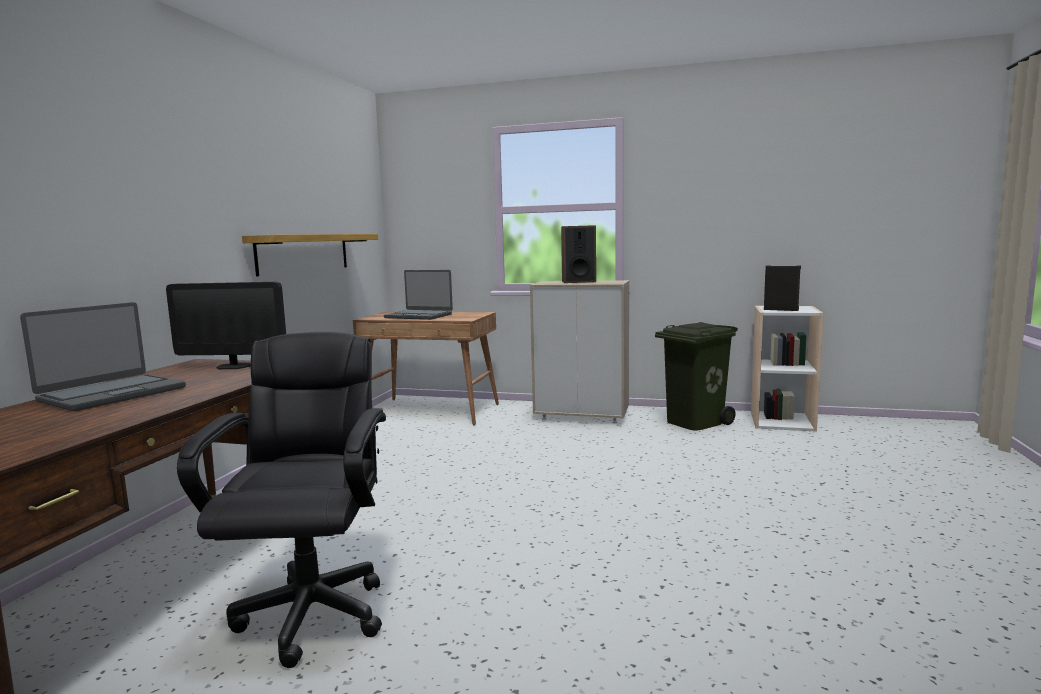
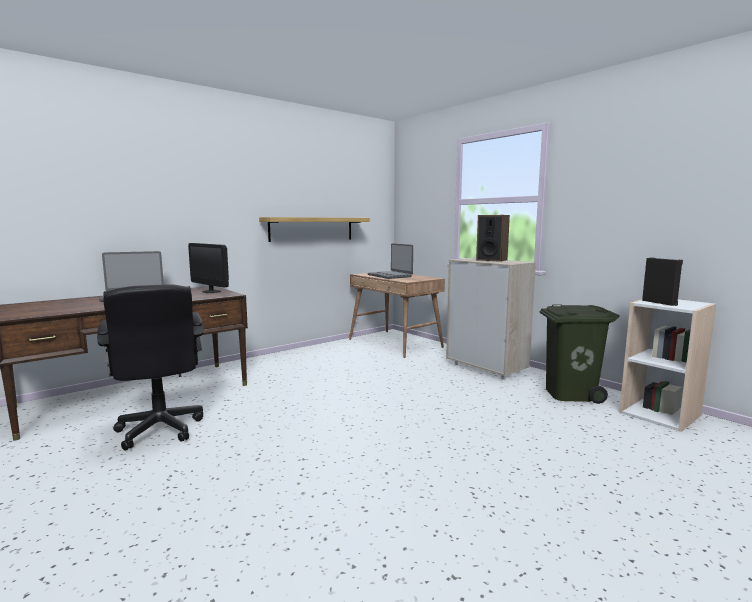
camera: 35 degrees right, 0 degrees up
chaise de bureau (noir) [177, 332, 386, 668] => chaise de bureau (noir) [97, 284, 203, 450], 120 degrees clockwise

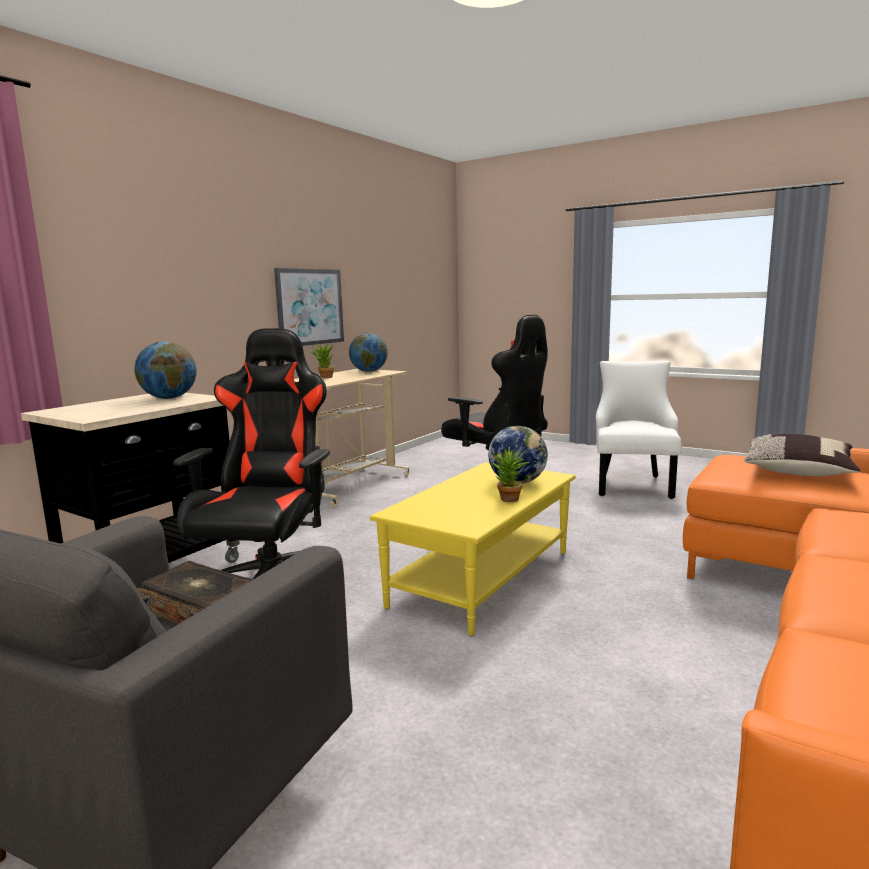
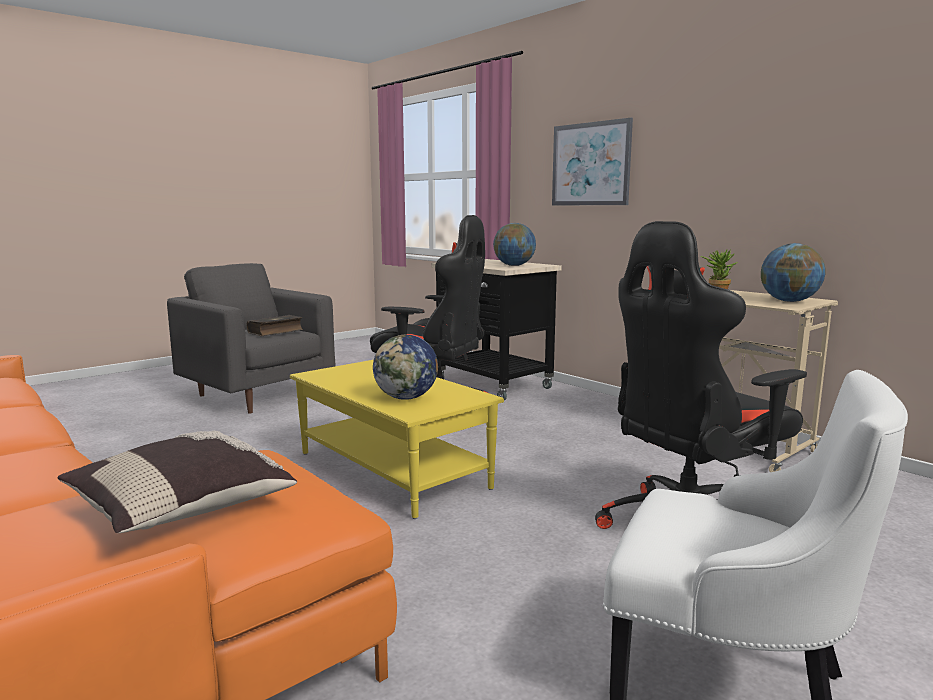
camera: 105 degrees right, 0 degrees up
tableau [274, 268, 344, 346] => tableau [552, 118, 633, 205], relocated
plante en pot [493, 447, 529, 502] => nothing

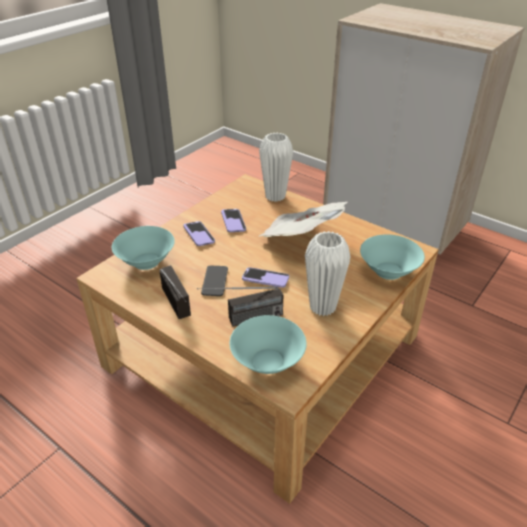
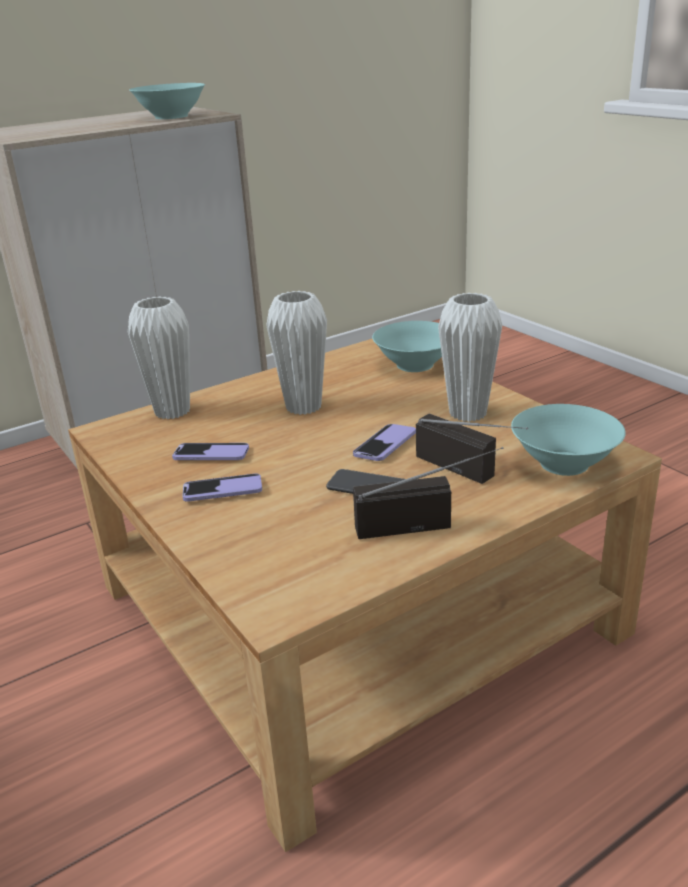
camera: 70 degrees left, 10 degrees down
journal [259, 202, 348, 237] => vase (blanc) [266, 291, 327, 415]
bol (turquoise) [112, 226, 175, 270] => bol (turquoise) [129, 83, 205, 119], relocated
radio [197, 287, 283, 327] => radio [416, 413, 528, 484], 45 degrees counterclockwise

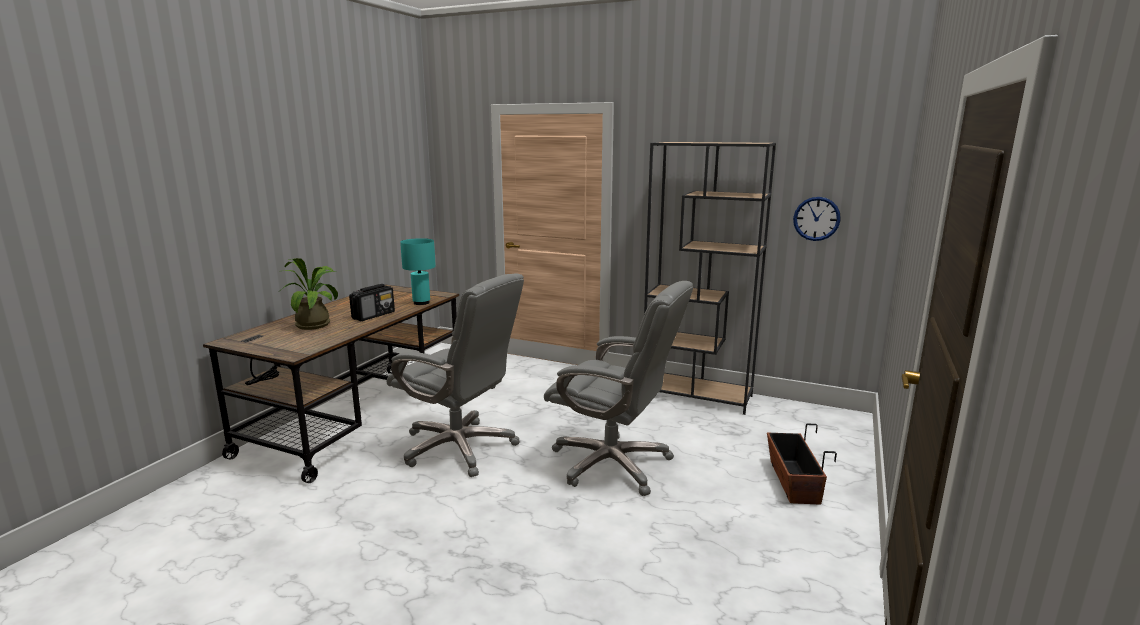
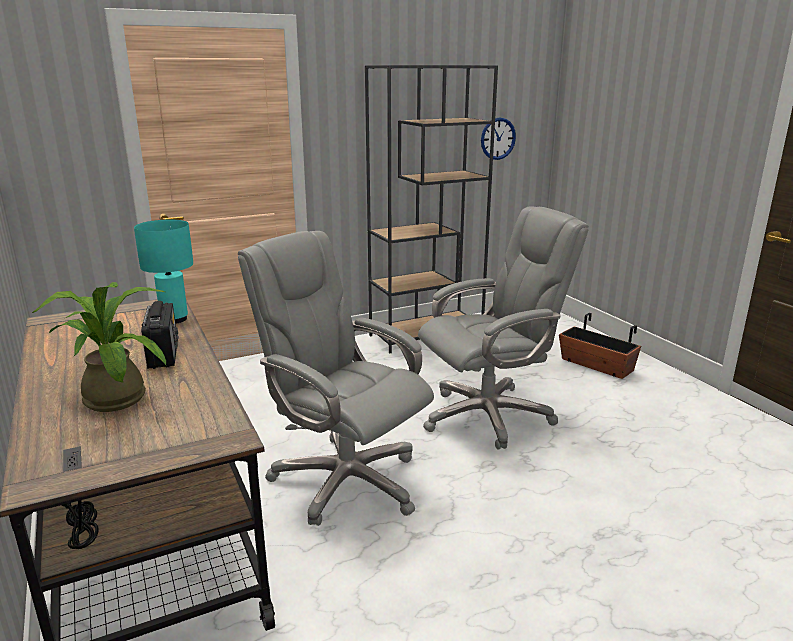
camera: 50 degrees left, 5 degrees up
chaise de bureau (gris) [387, 274, 524, 477] => chaise de bureau (gris) [238, 231, 434, 526], 120 degrees counterclockwise

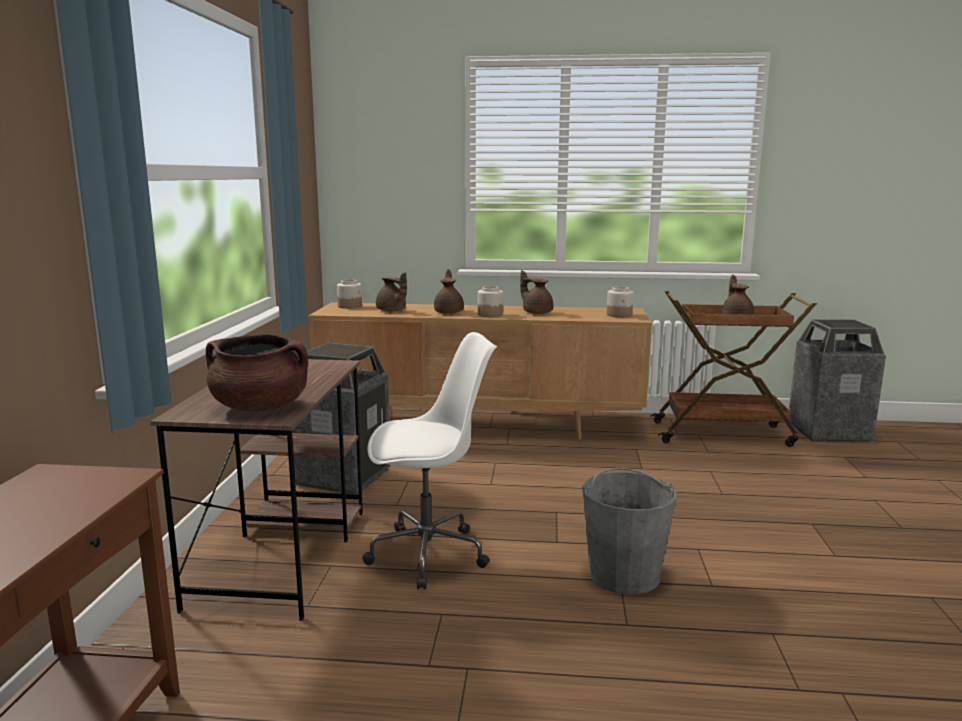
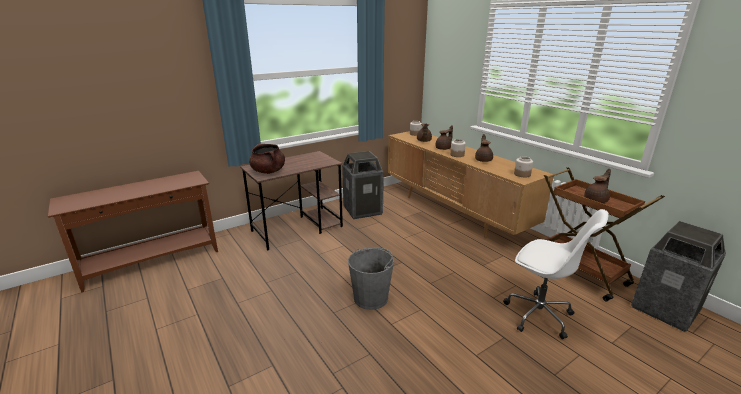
camera: 50 degrees right, 10 degrees up
chaise de bureau (blanc) [362, 332, 497, 589] => chaise de bureau (blanc) [504, 209, 609, 339], relocated

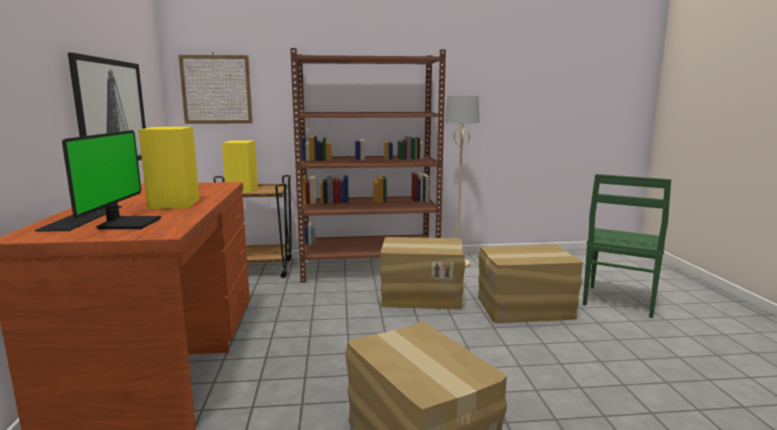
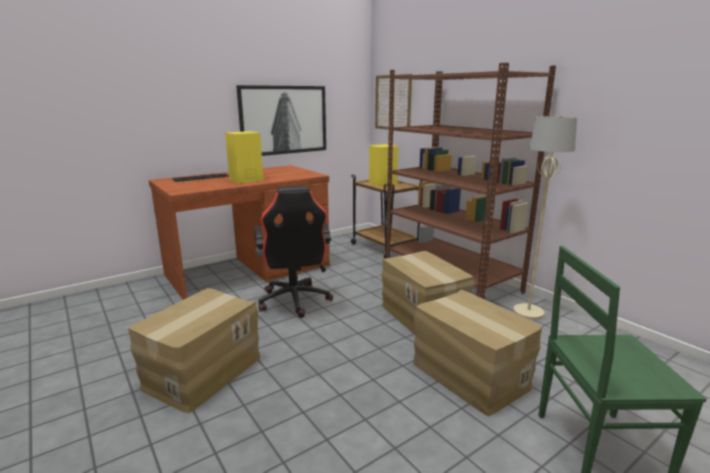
camera: 60 degrees right, 5 degrees up
écran d'ordinateur [62, 130, 161, 229] => nothing
nothing => chaise de bureau (noir) [254, 186, 333, 318]

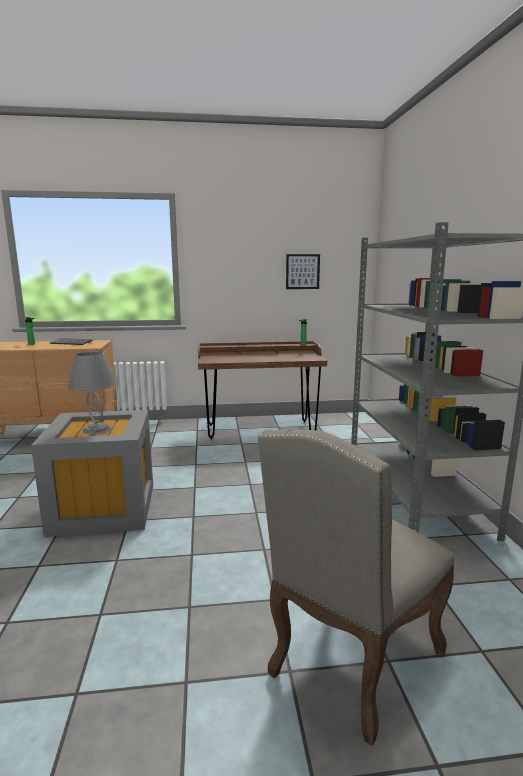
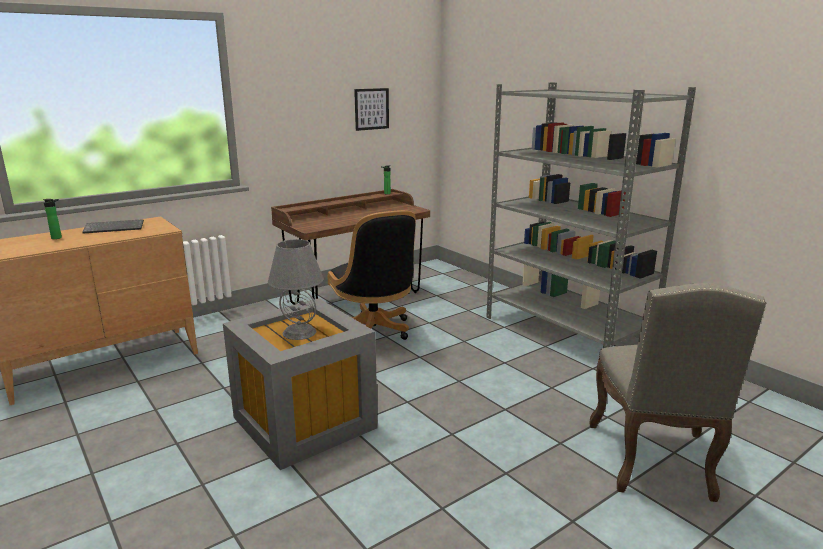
camera: 30 degrees left, 5 degrees up
nothing => chaise de bureau (noir) [328, 210, 416, 340]

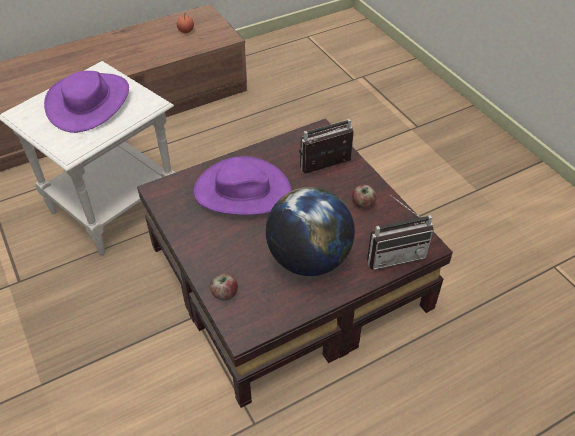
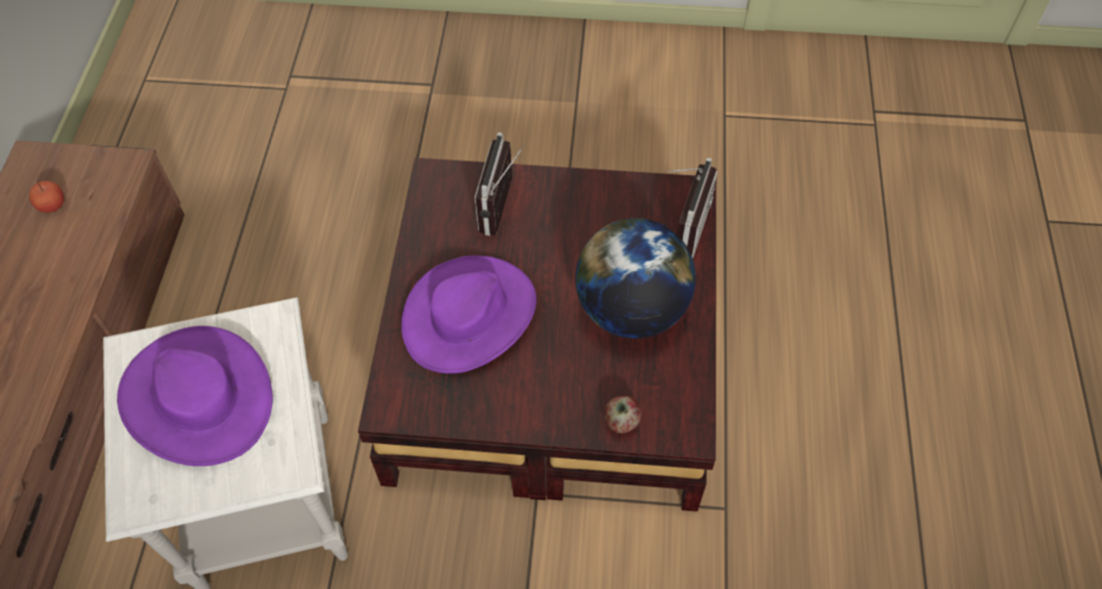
camera: 55 degrees left, 10 degrees up
pomme [352, 185, 377, 208] => nothing

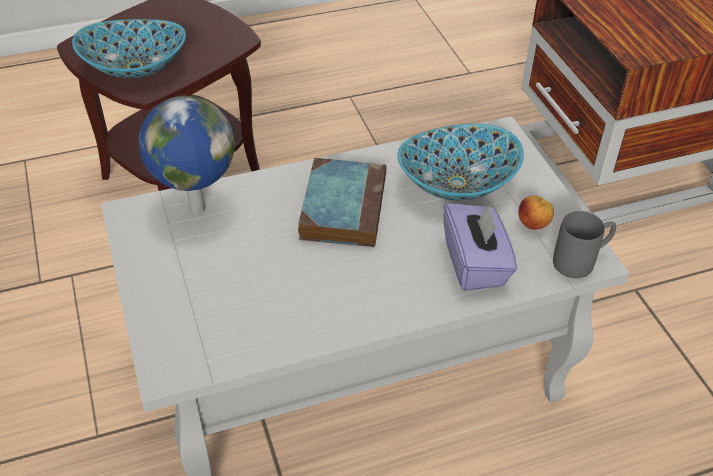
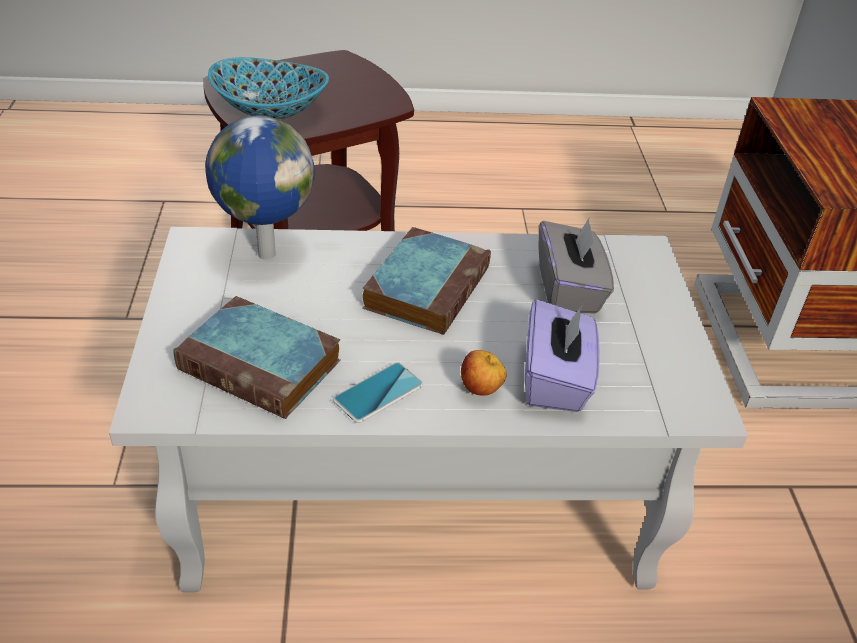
camera: 15 degrees right, 5 degrees down
bol [397, 124, 524, 200] => boîte à mouchoirs (gris) [538, 218, 614, 313]
pomme [518, 196, 554, 230] => pomme [461, 350, 507, 396], relocated
mug (gris) [553, 211, 616, 278] => nothing
nothing => livre [173, 296, 341, 419]
nothing => téléphone [333, 362, 423, 423]

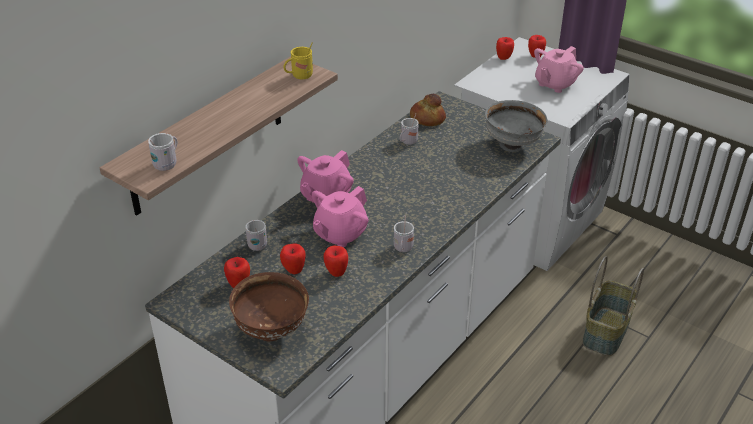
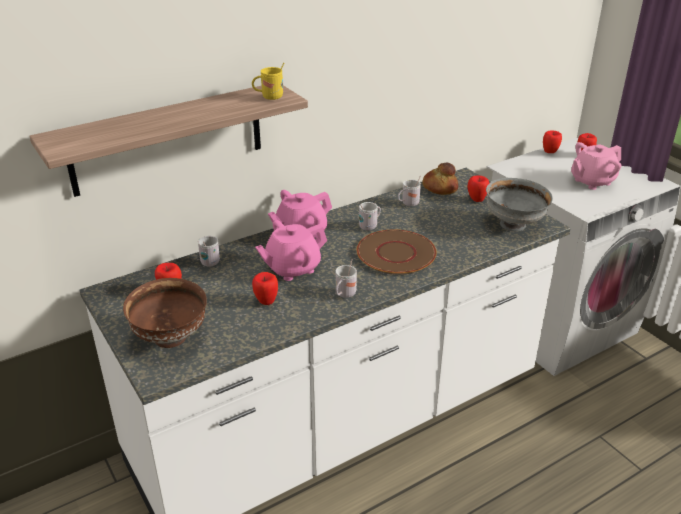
camera: 20 degrees right, 5 degrees down
mug (blanc) [148, 133, 177, 171] => mug (blanc) [359, 202, 381, 230], relocated
pomme [280, 244, 306, 274] => pomme [468, 175, 489, 202], relocated
panier [583, 256, 644, 356] => nothing
nothing => assiette (marron) [357, 229, 437, 274]

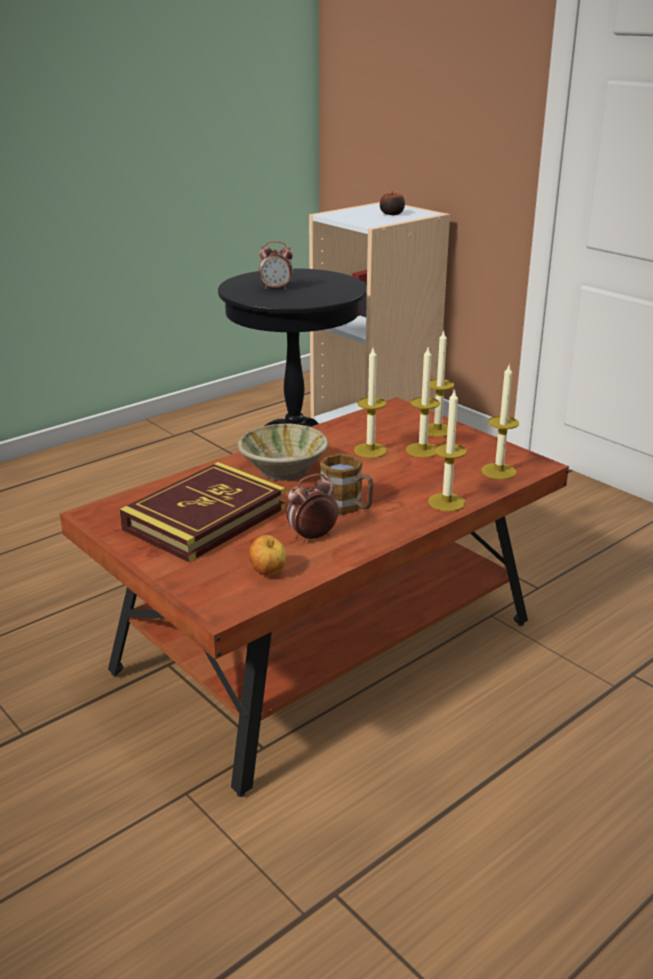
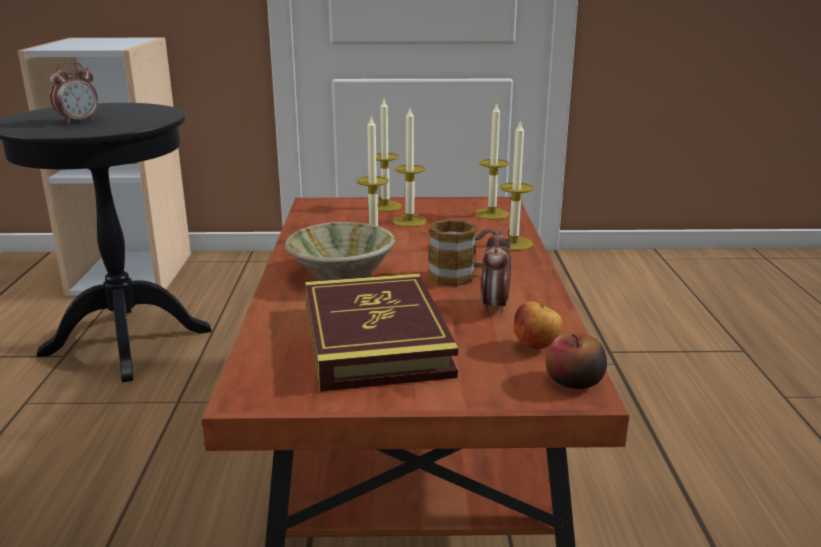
camera: 50 degrees left, 5 degrees down
pomme [380, 191, 405, 215] => pomme [546, 333, 607, 389], relocated

